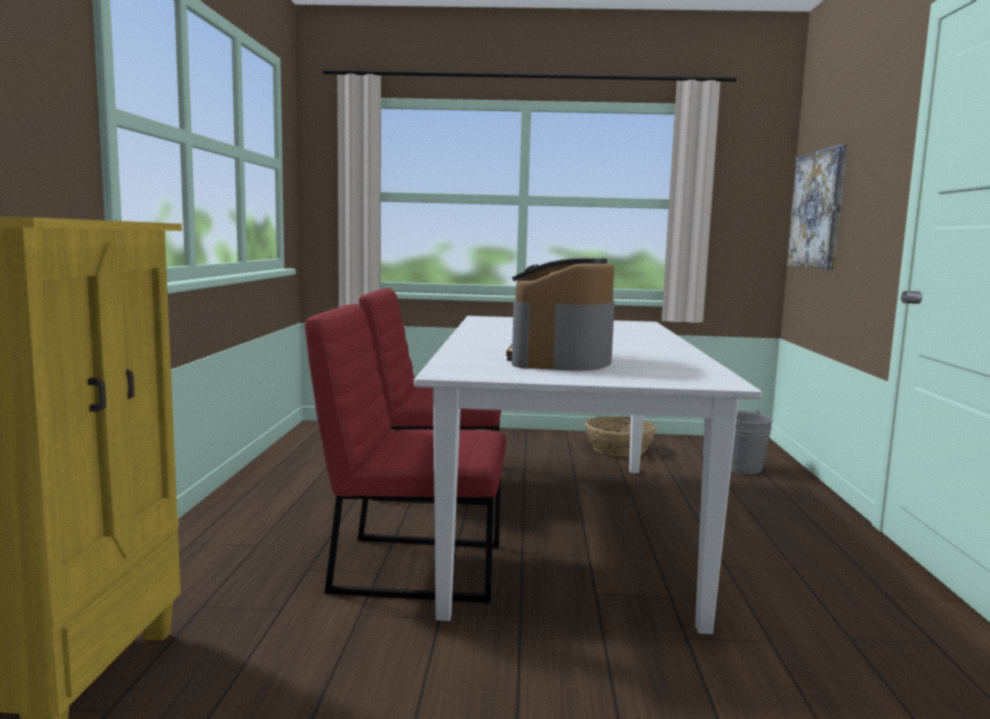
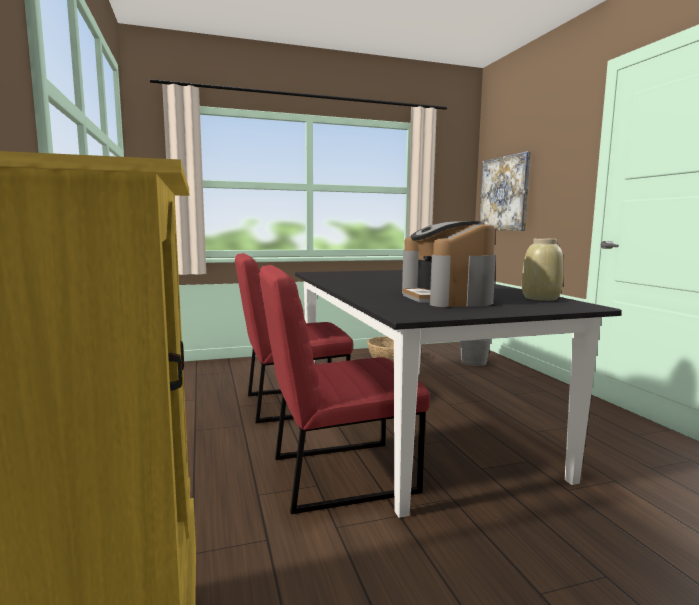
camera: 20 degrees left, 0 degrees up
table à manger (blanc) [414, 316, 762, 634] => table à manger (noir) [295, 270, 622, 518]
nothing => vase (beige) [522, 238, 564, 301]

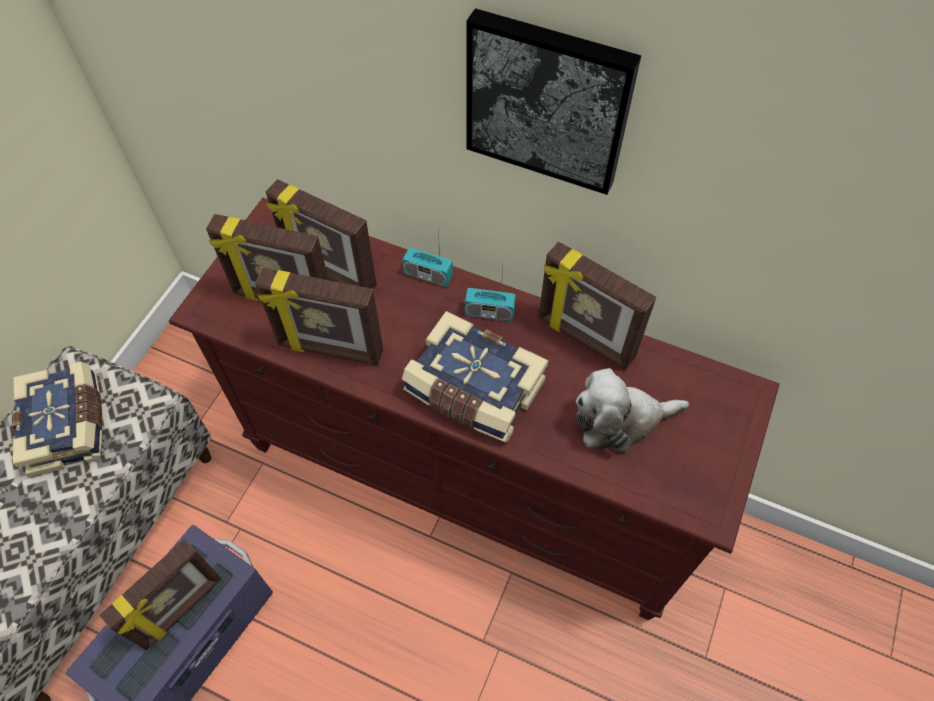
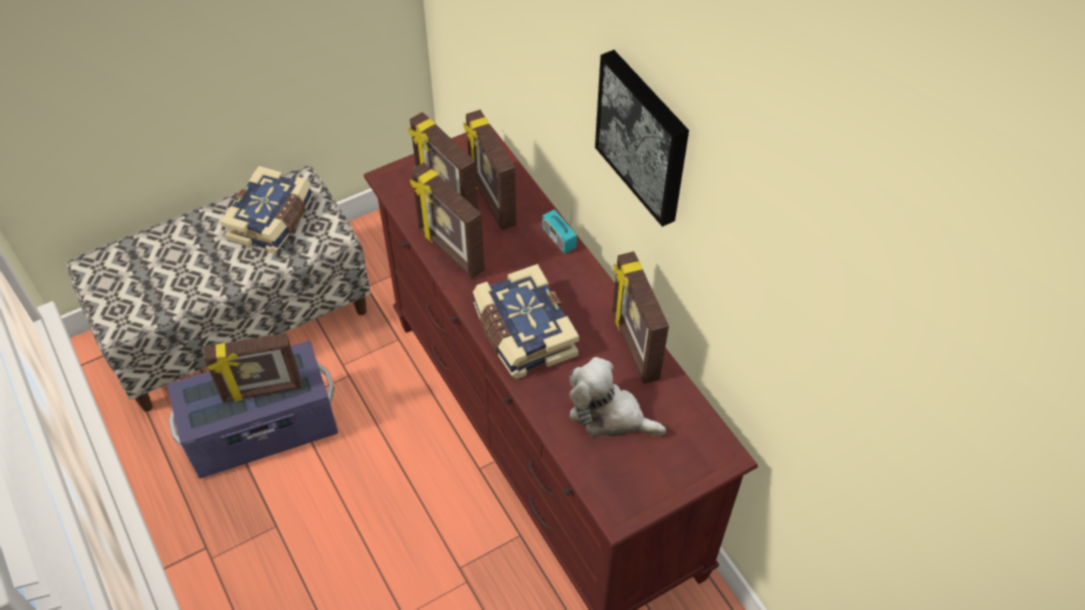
camera: 35 degrees right, 5 degrees down
radio [465, 269, 516, 321] => nothing

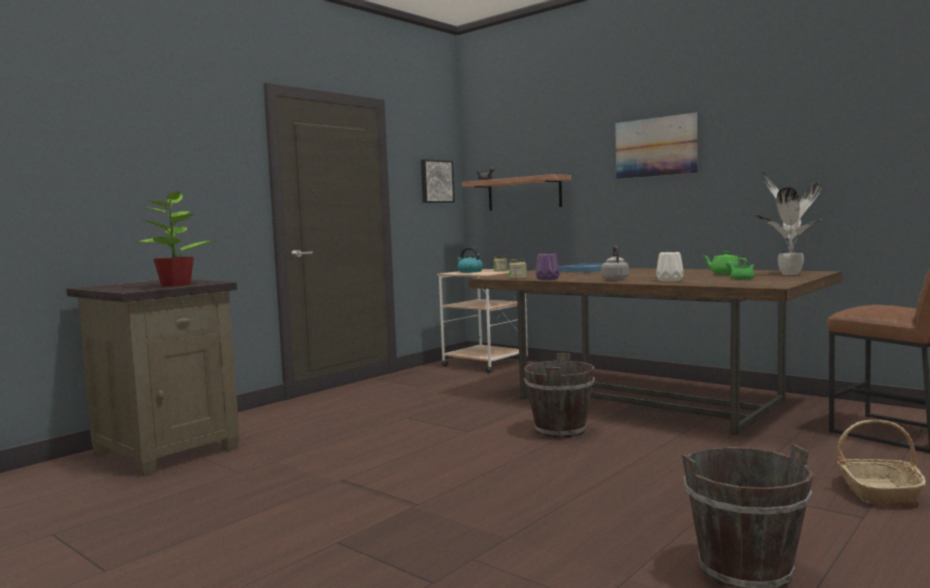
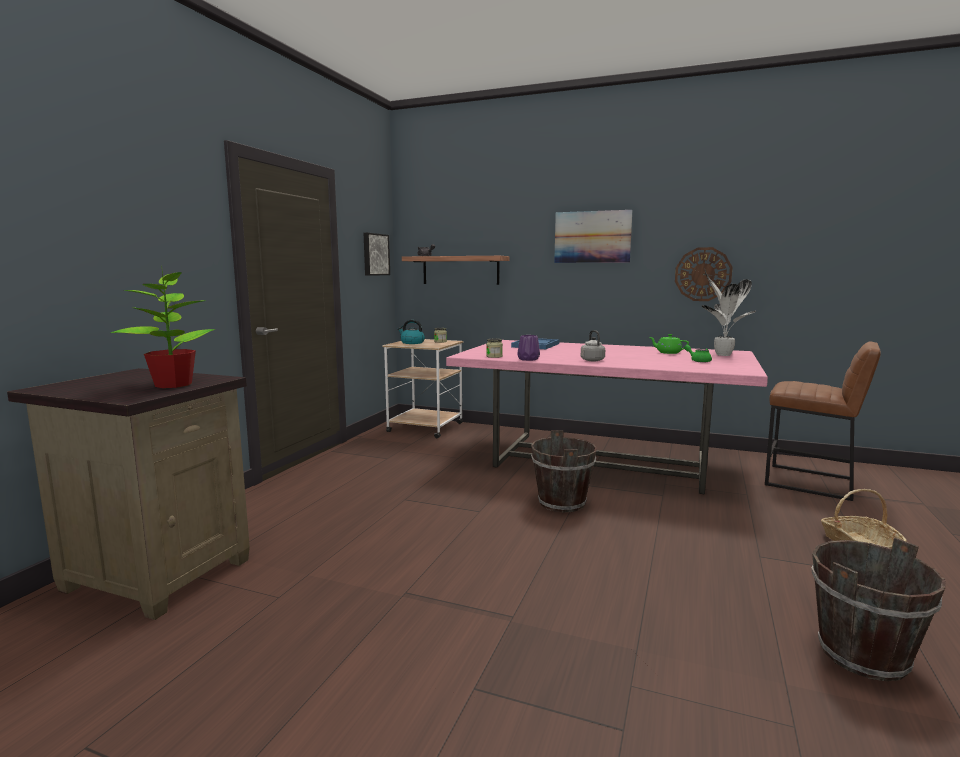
camera: 20 degrees left, 5 degrees up
vase (blanc) [656, 252, 684, 282] => nothing
table à manger (marron) [469, 268, 842, 435] => table à manger (rose) [446, 340, 768, 494]
nothing => horloge murale [675, 247, 733, 301]

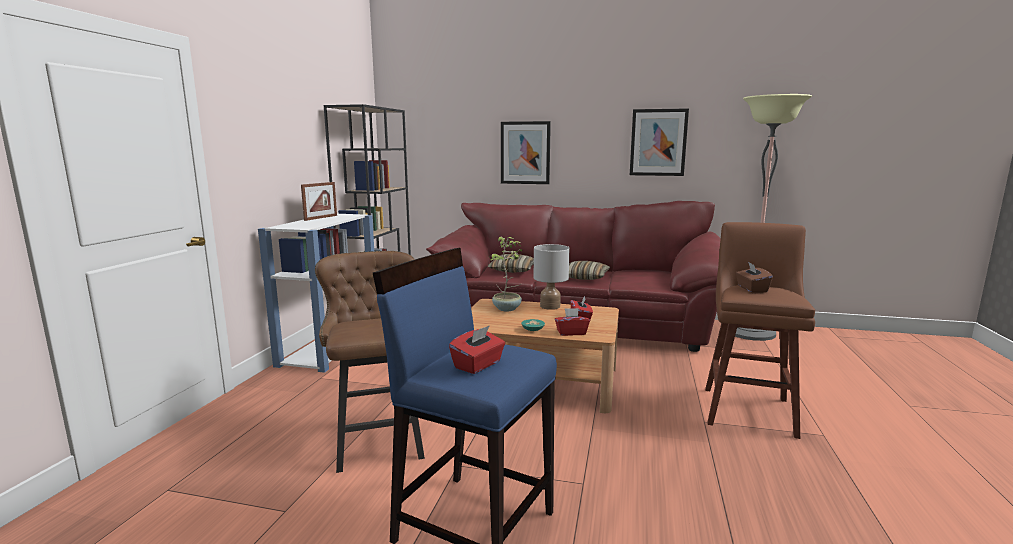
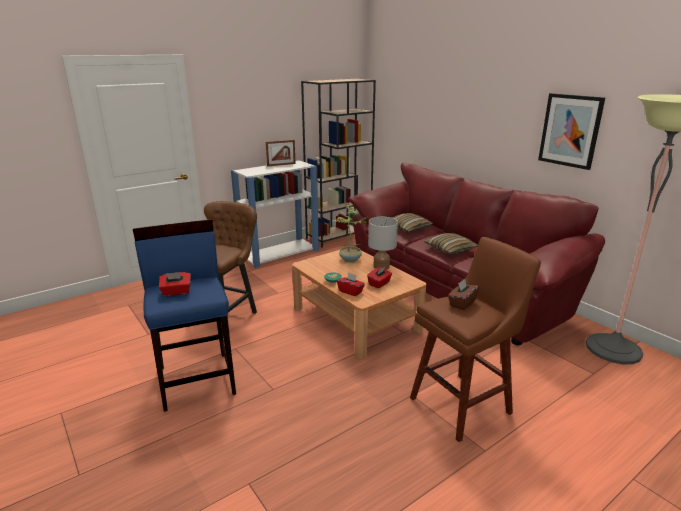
camera: 40 degrees right, 10 degrees up
tableau [501, 121, 551, 184] => nothing

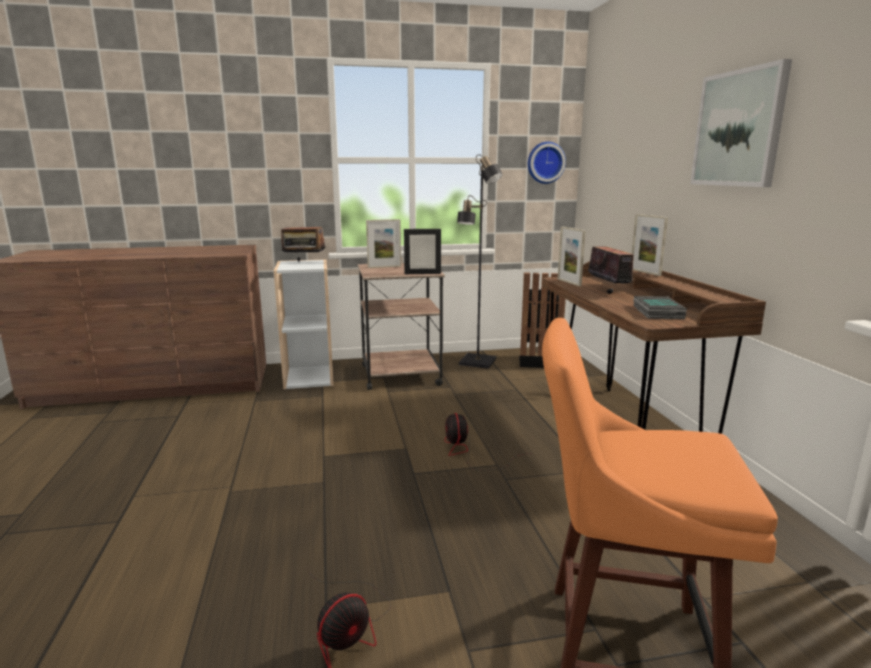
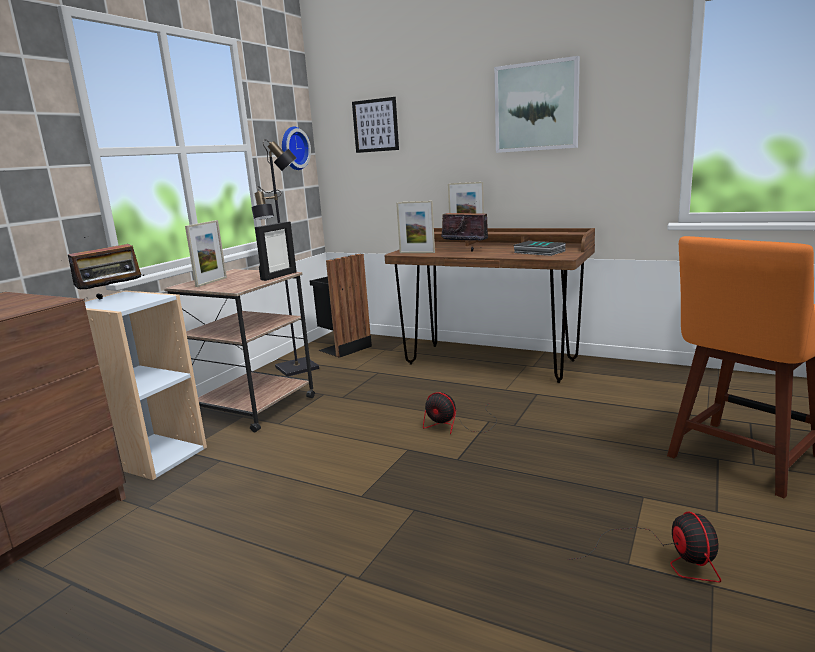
camera: 50 degrees left, 0 degrees up
nothing => tableau [352, 97, 399, 153]

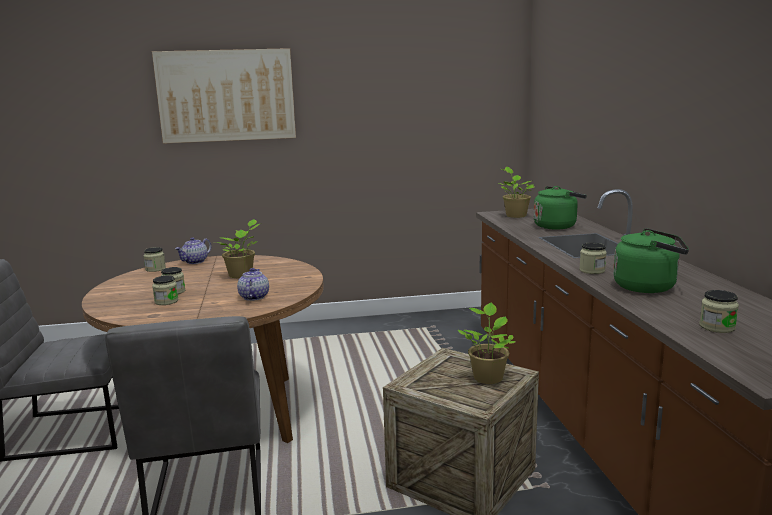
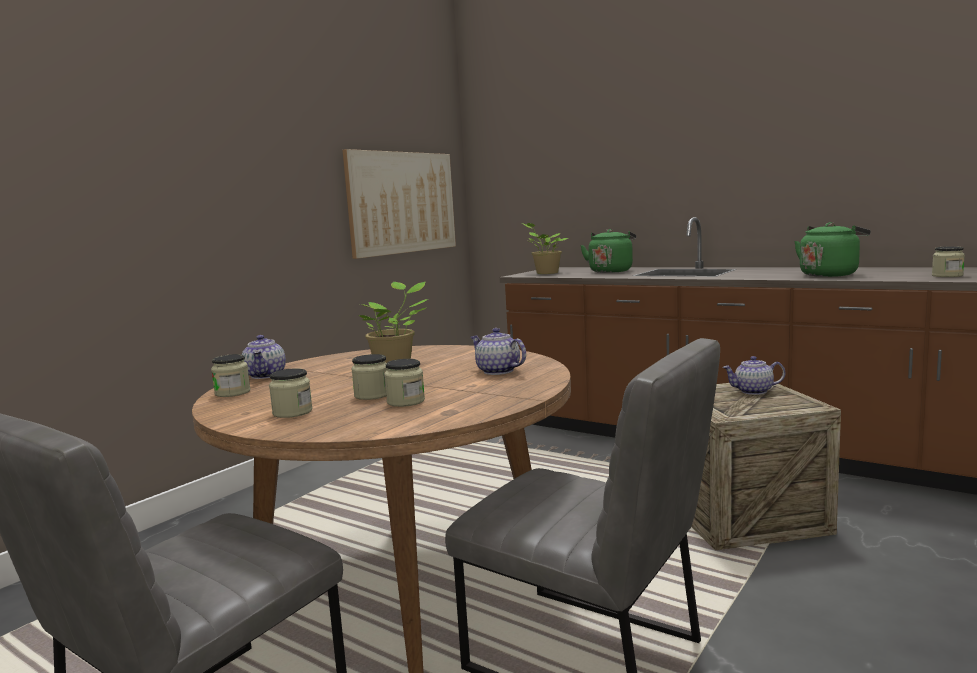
camera: 45 degrees left, 5 degrees down
tableau [152, 48, 296, 144] => tableau [342, 149, 456, 259], relocated
bocal [579, 243, 606, 274] => bocal [269, 368, 313, 418], relocated
plante en pot [458, 302, 515, 384] => théière [723, 356, 785, 395]

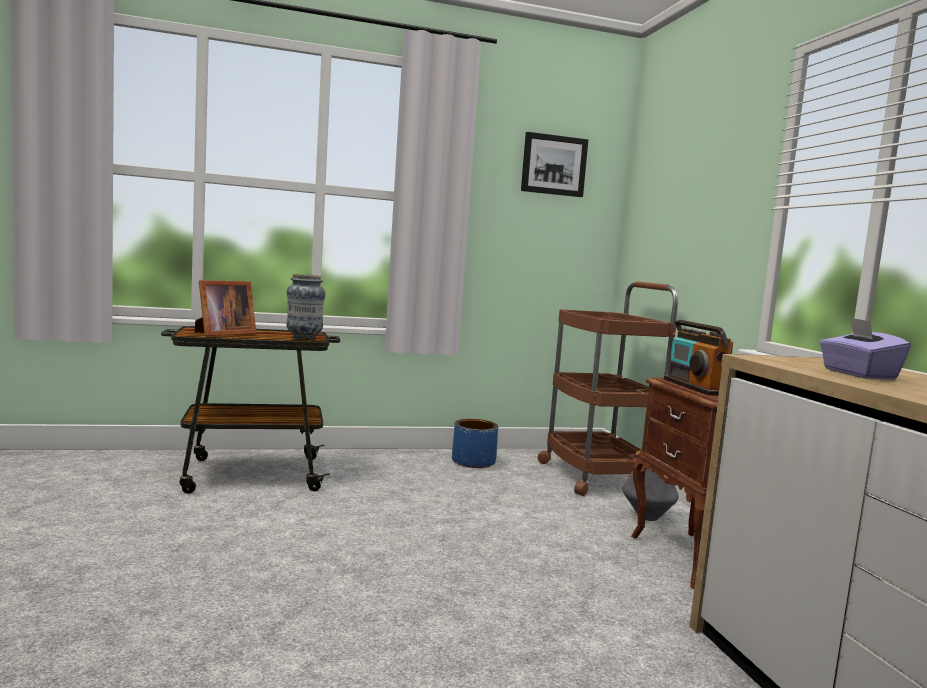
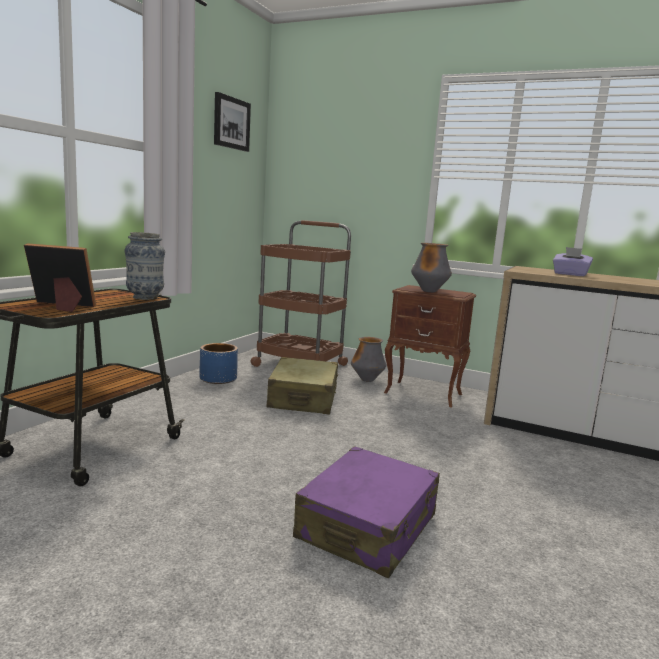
camera: 50 degrees left, 5 degrees up
cadre photo [195, 280, 256, 336] => cadre photo [24, 243, 96, 312], 75 degrees counterclockwise
radio [664, 320, 733, 395] => vase [411, 243, 452, 292]
nothing => valise (beige) [266, 357, 338, 415]
nothing => valise (violet) [293, 446, 440, 578]

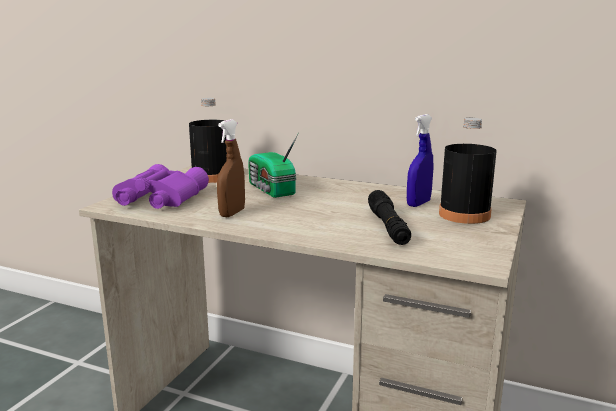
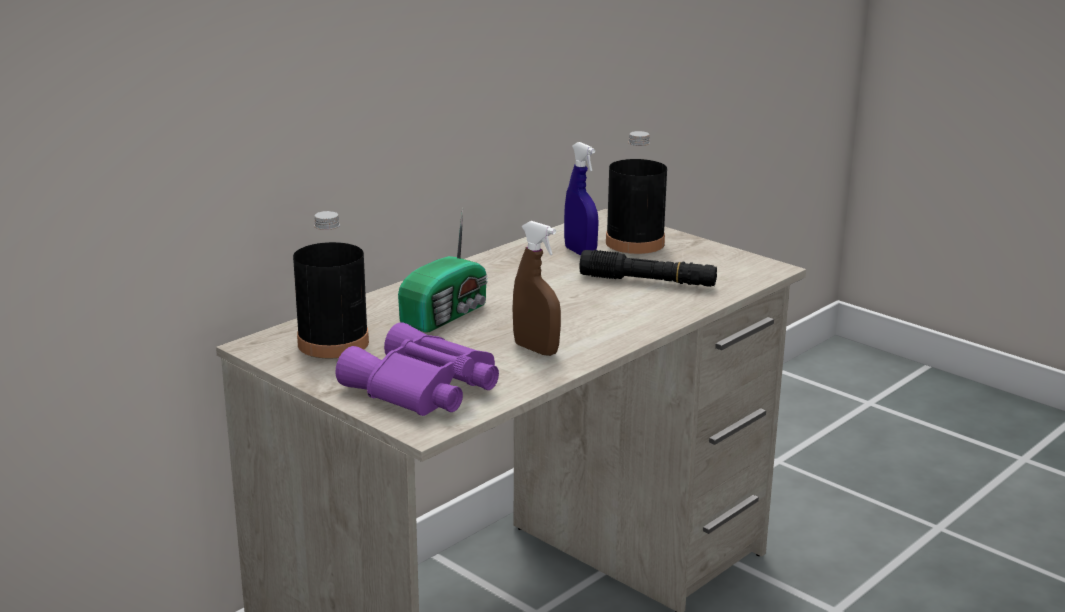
camera: 70 degrees left, 5 degrees up
radio [248, 134, 298, 198] => radio [398, 207, 488, 333], 45 degrees counterclockwise

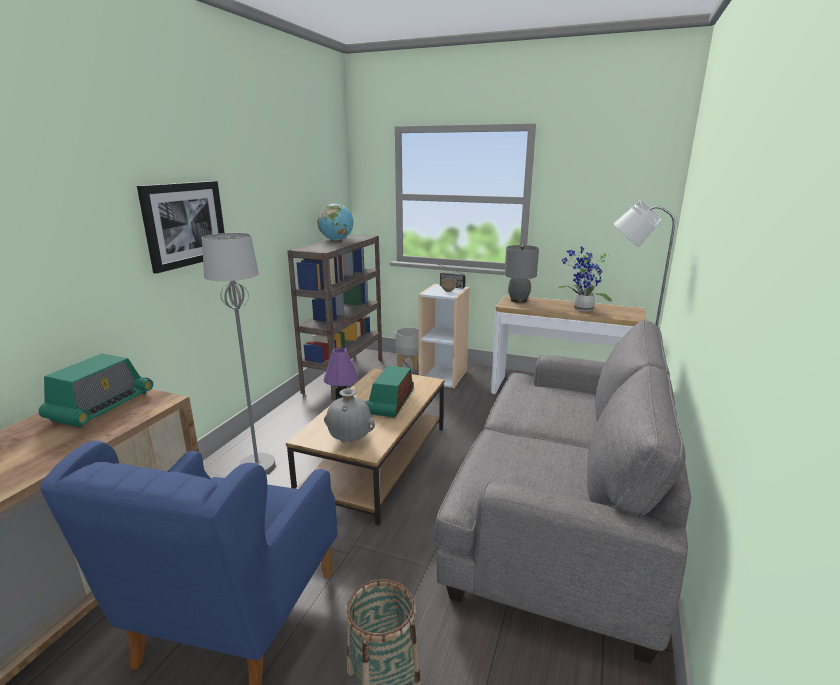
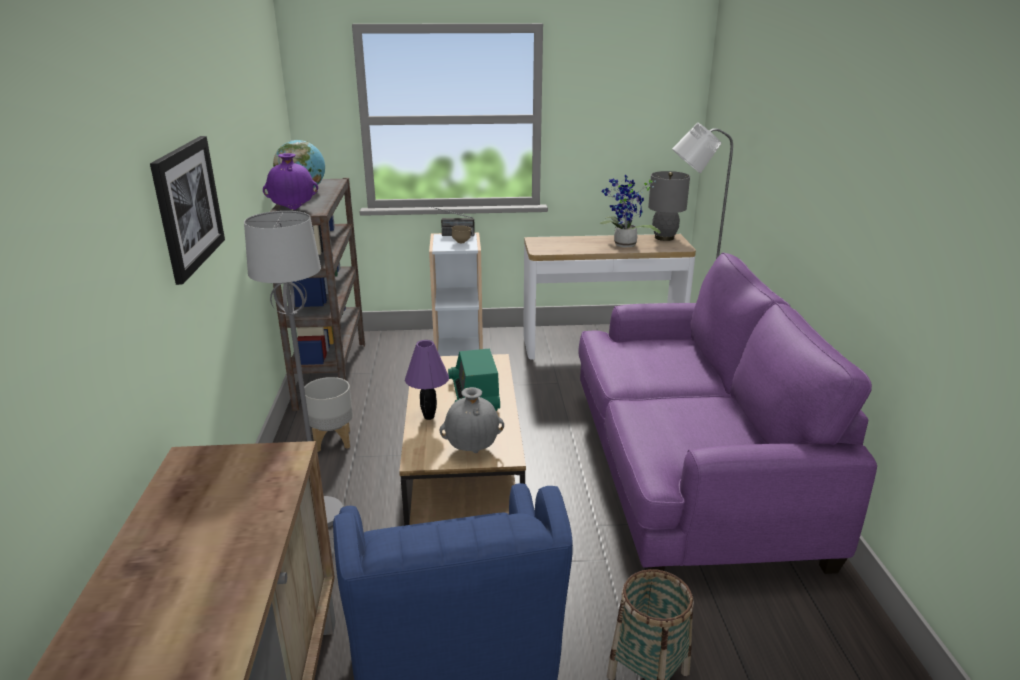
camera: 25 degrees left, 5 degrees up
lampe de table (gris) [505, 245, 539, 303] => lampe de table (gris) [648, 171, 690, 241], relocated
canapé (gris) [434, 319, 691, 664] => canapé (violet) [578, 253, 877, 574]
cache-pot (gris) [396, 327, 419, 370] => cache-pot (gris) [304, 377, 353, 452], relocated
radio [39, 354, 153, 428] => nothing
nothing => vase (violet) [263, 153, 318, 210]

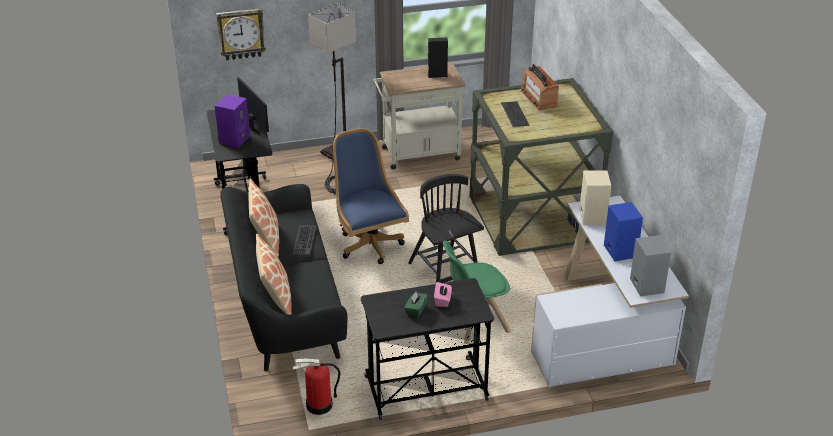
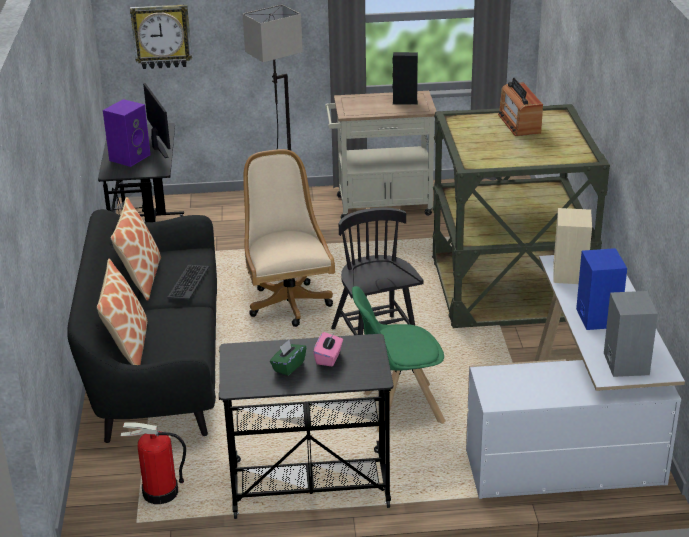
camera: 10 degrees right, 5 degrees down
clavier [501, 101, 529, 127] => nothing
chaise de bureau (bleu) [333, 128, 409, 264] => chaise de bureau (beige) [243, 149, 335, 327]

